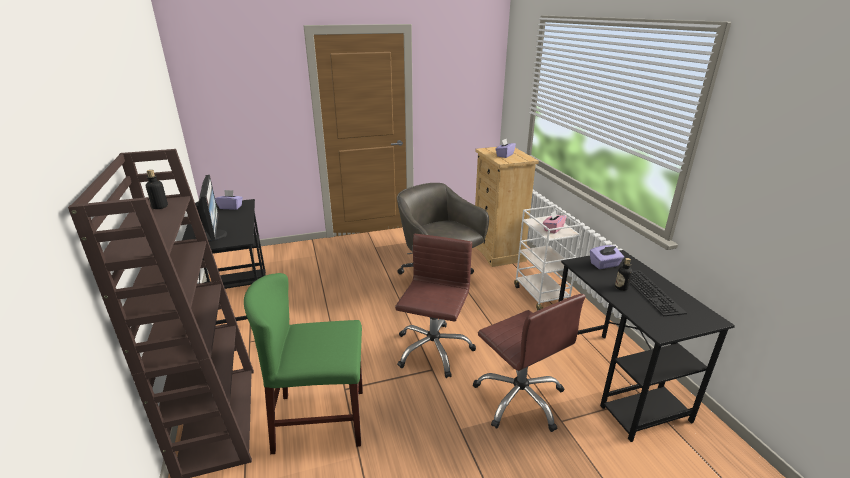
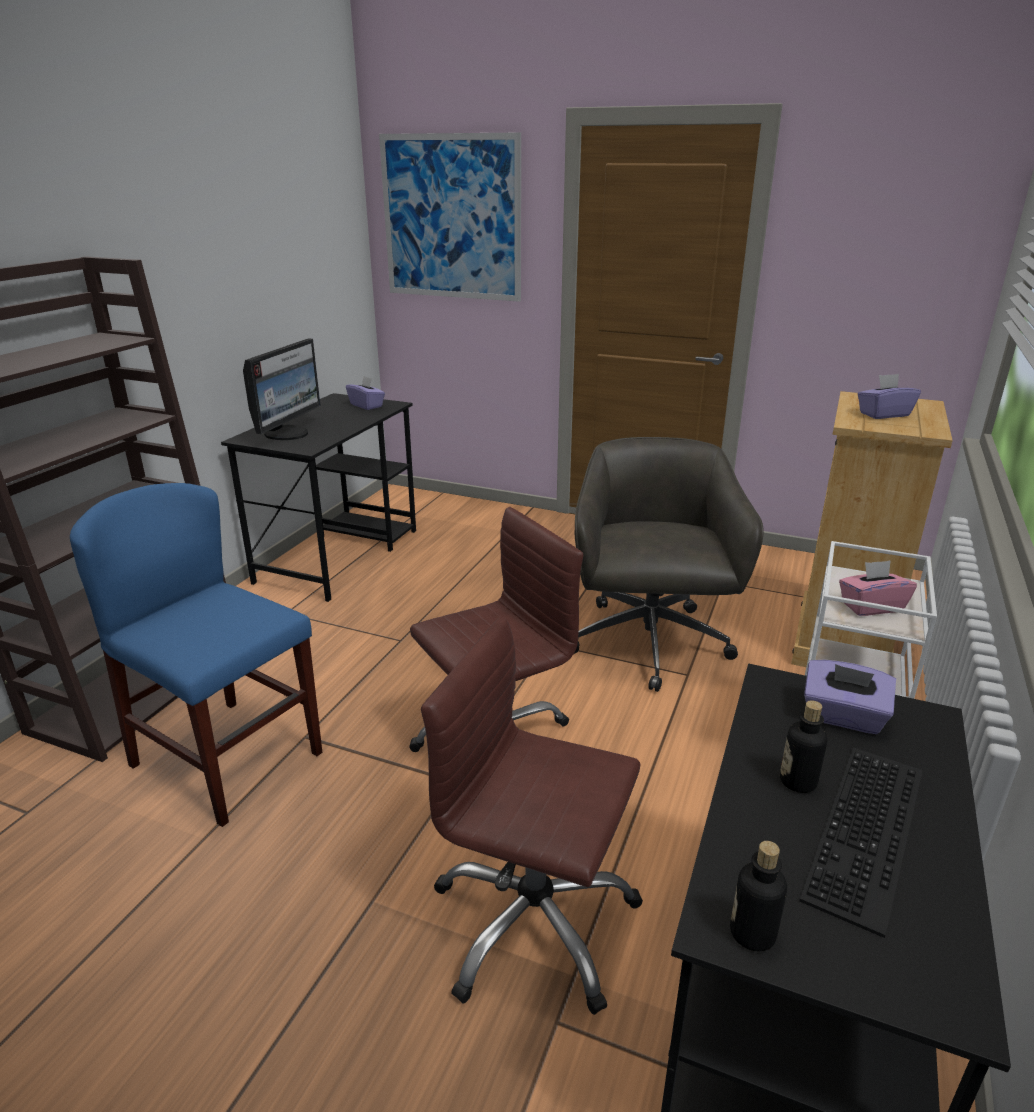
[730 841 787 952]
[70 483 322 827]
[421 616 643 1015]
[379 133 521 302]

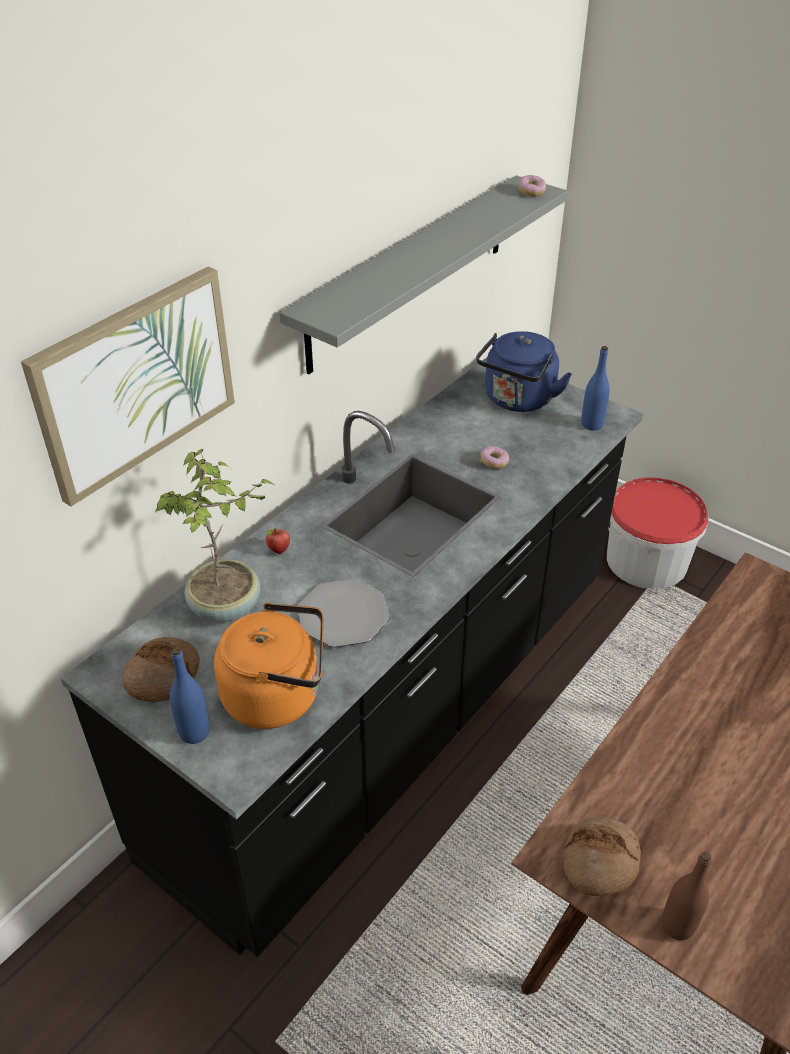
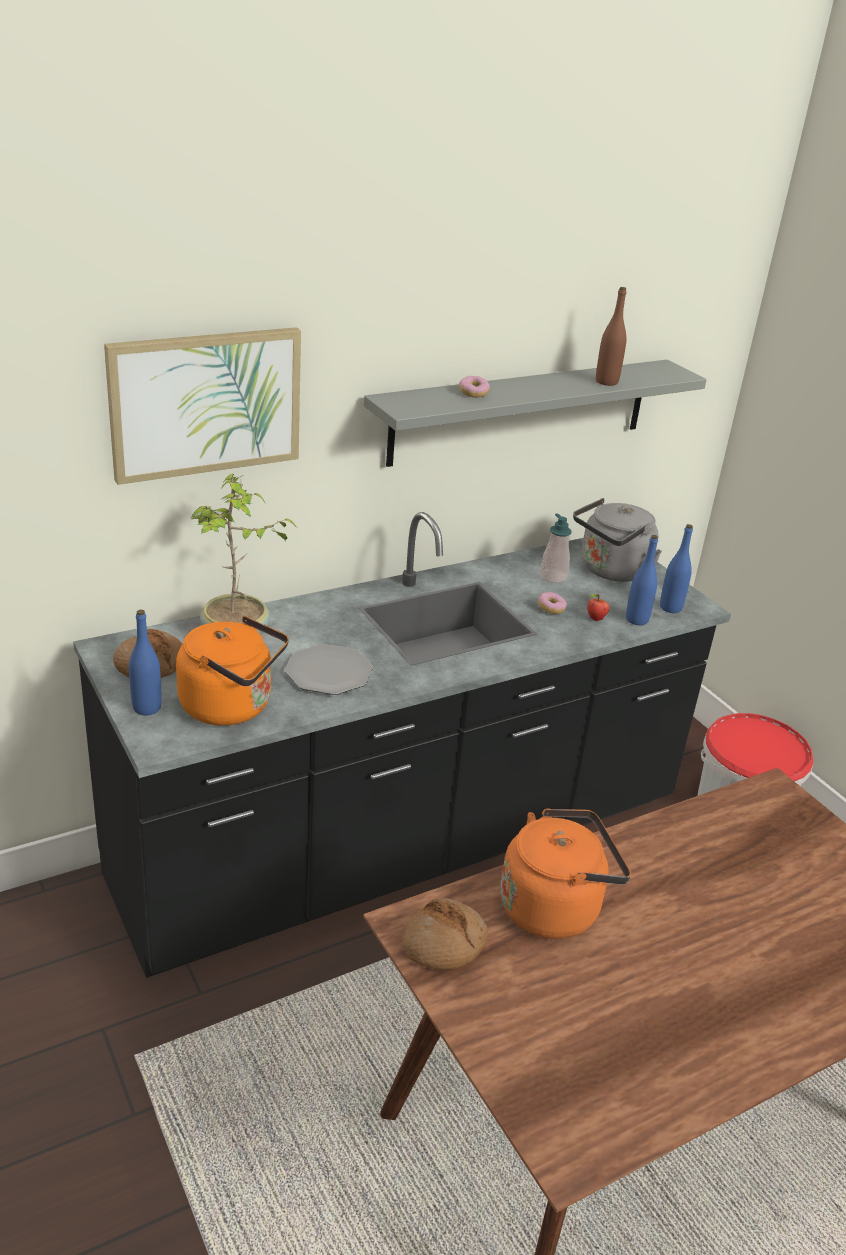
[587 594 609 621]
[573 498 662 582]
[459 376 490 398]
[596 287 627 386]
[500 808 631 939]
[540 513 572 583]
[626 535 658 625]

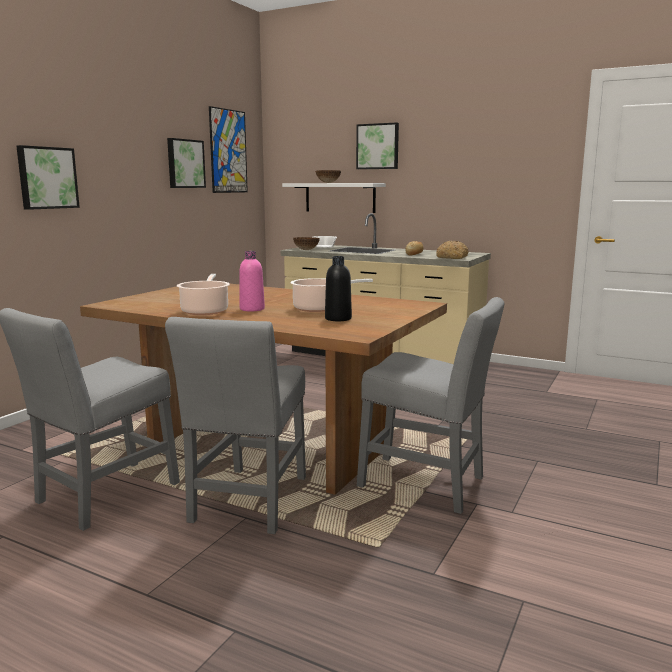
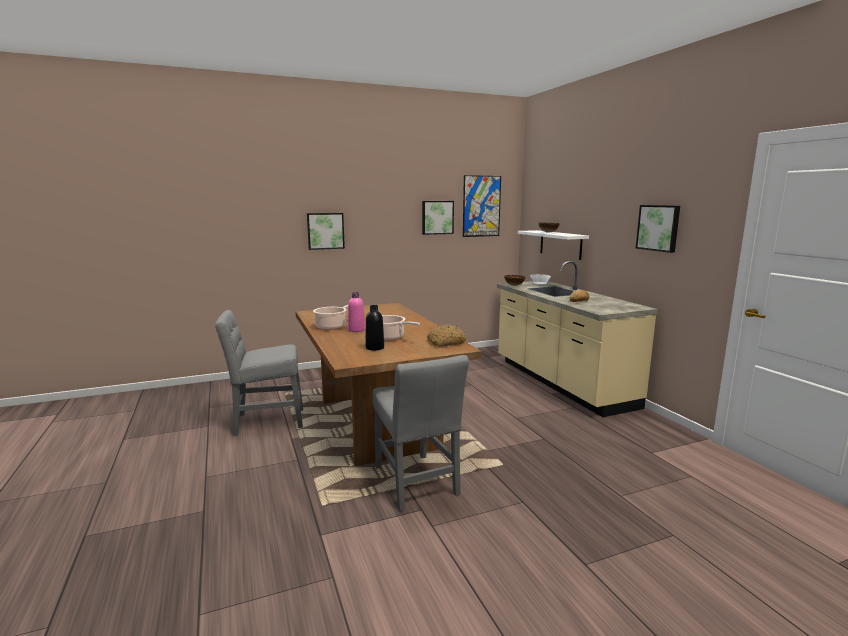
[165 317 306 534] (first image)
[636 205 680 253]
[427 324 466 347]

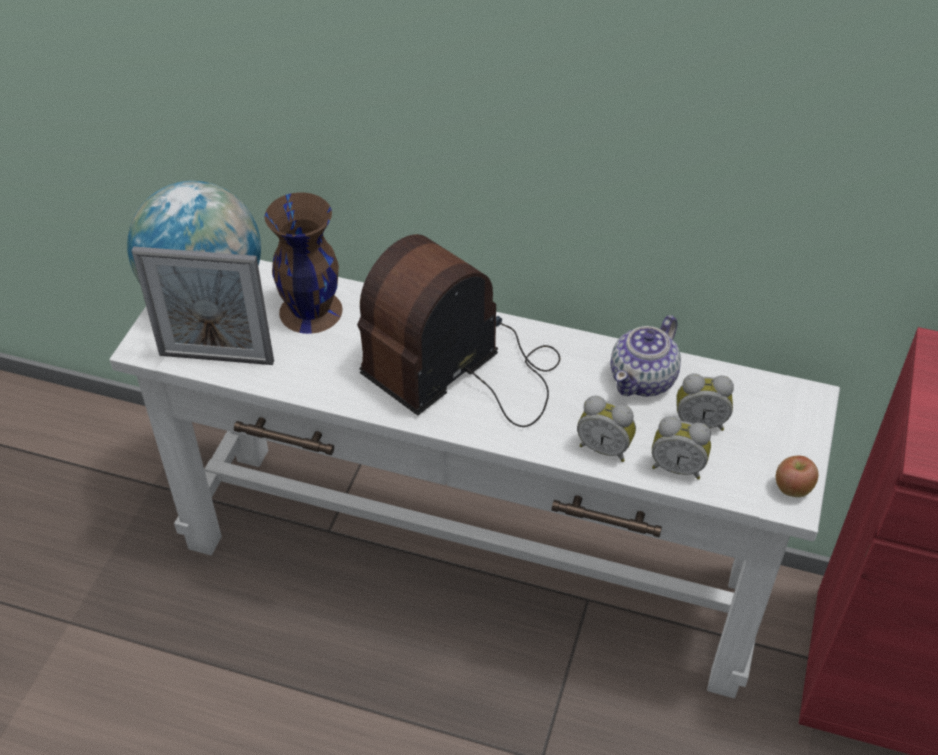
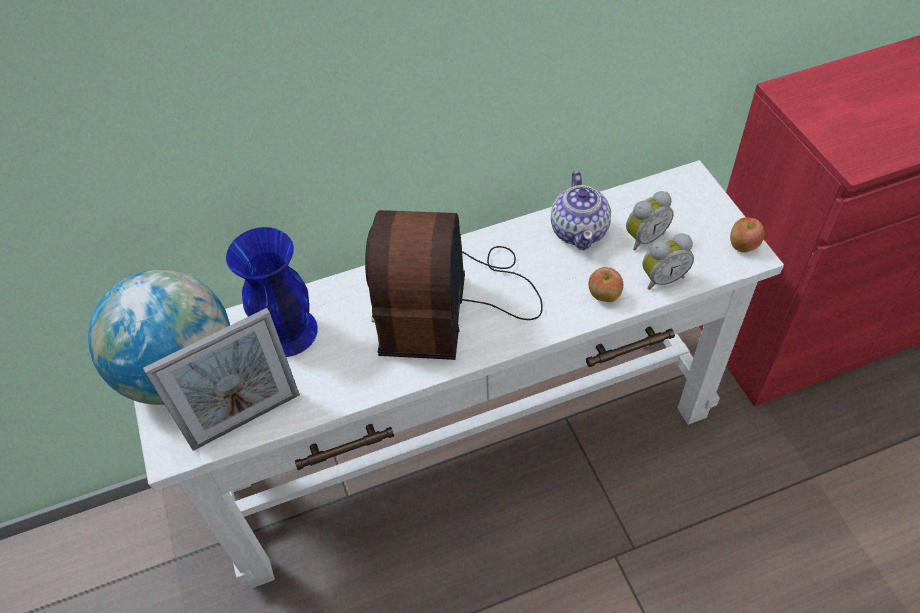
[226 227 318 357]
[588 267 623 302]

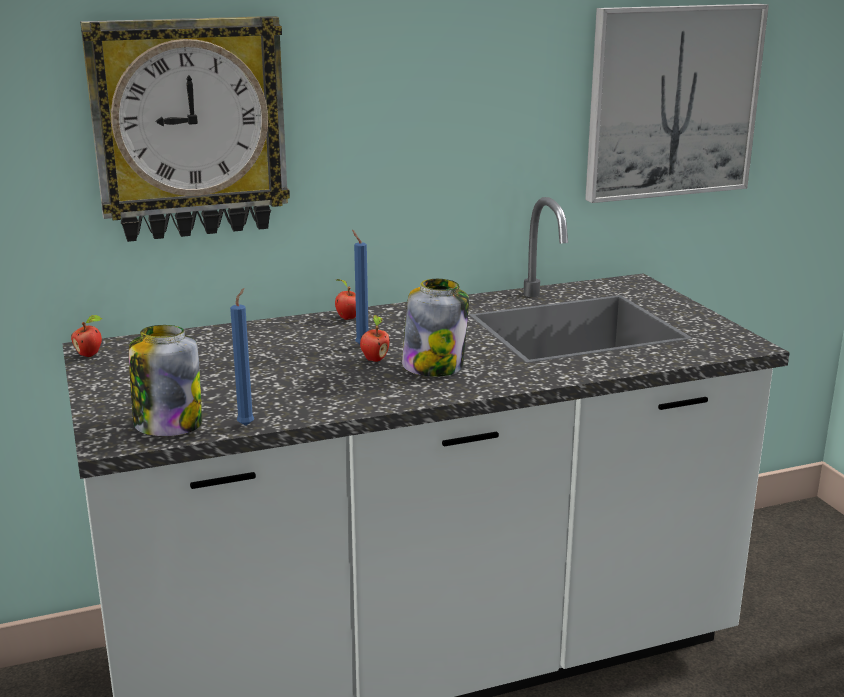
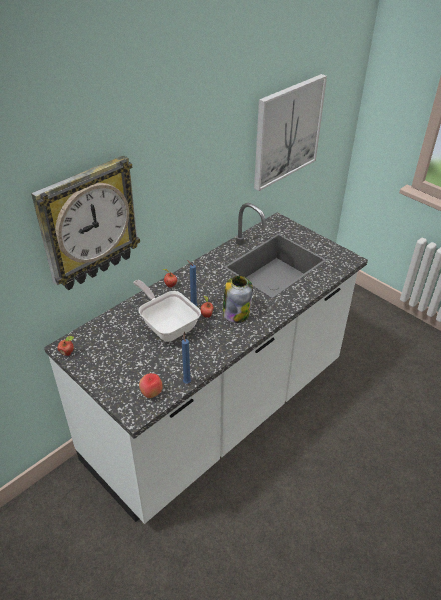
[139 373 163 398]
[133 280 201 342]

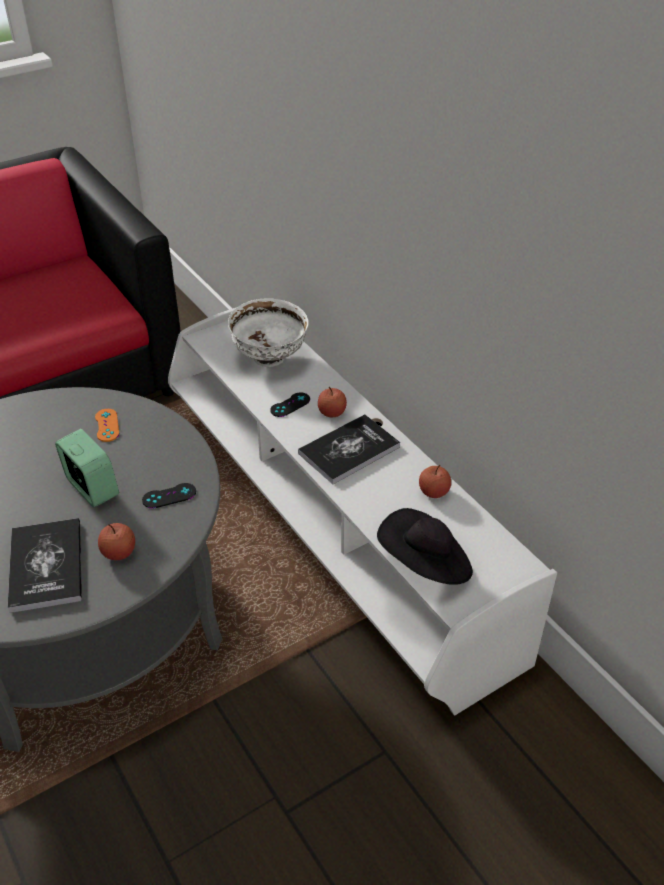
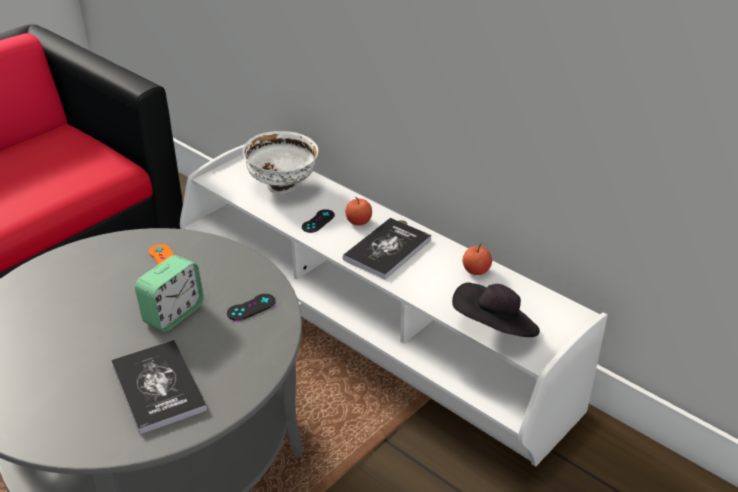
[135 255 204 332]
[98 523 135 560] (first image)

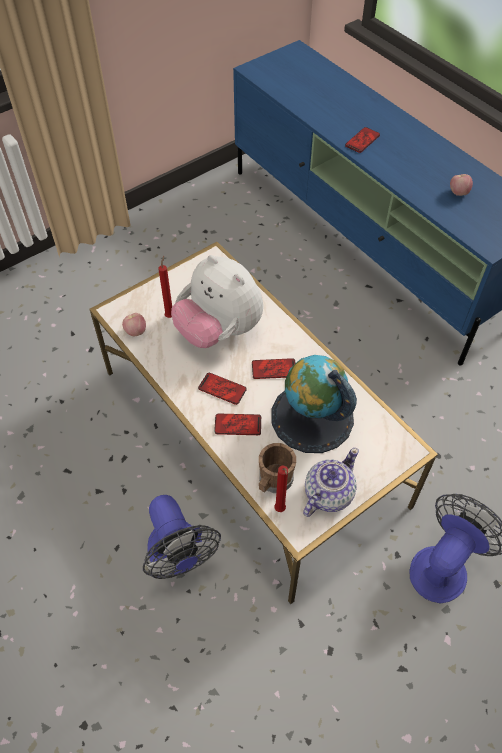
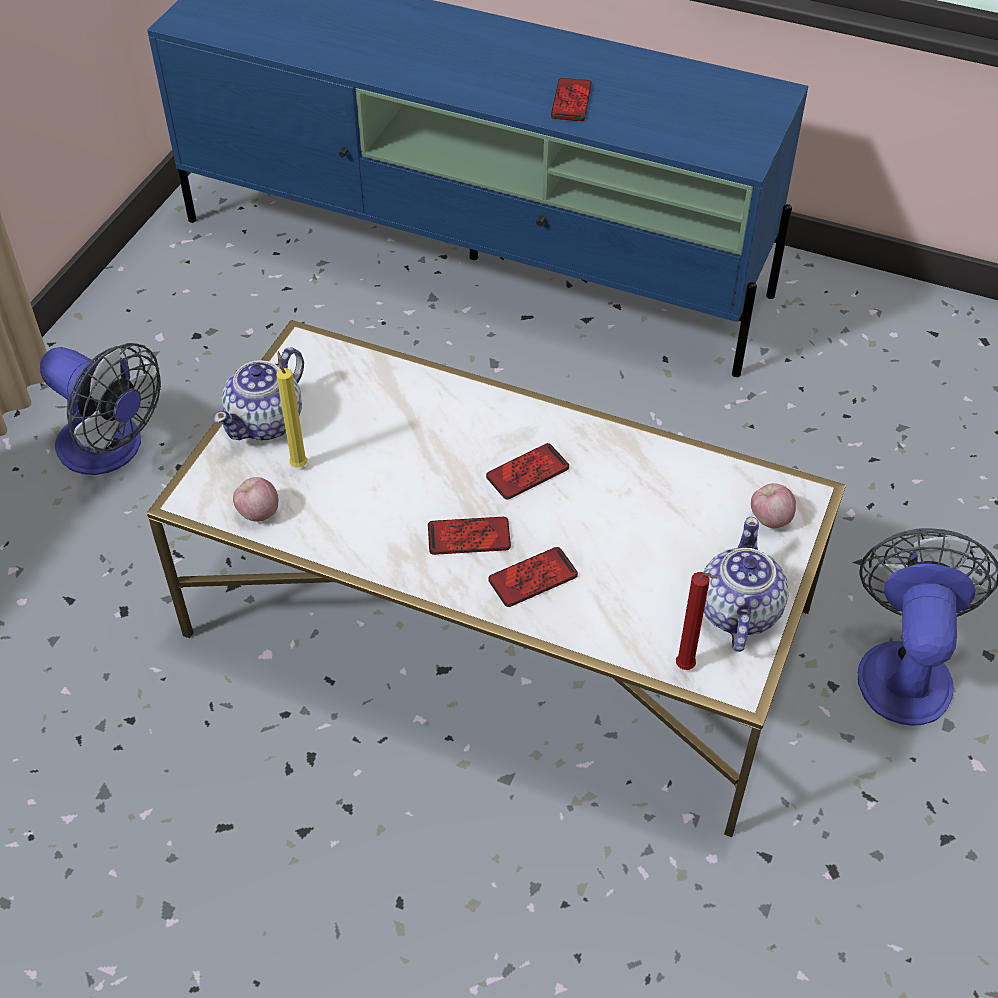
[40 343 161 475]
[277 351 307 468]
[171 255 263 348] (first image)
[259 443 296 493] (first image)
[271 355 357 453] (first image)
[551 78 592 121]
[751 483 796 528]
[214 347 304 440]

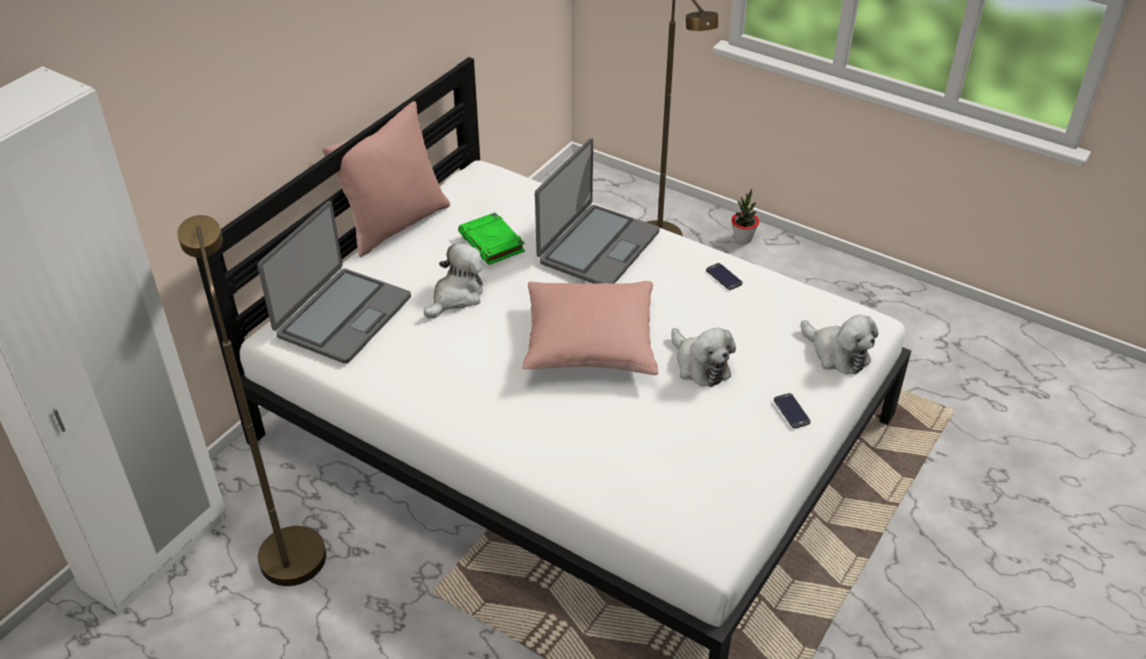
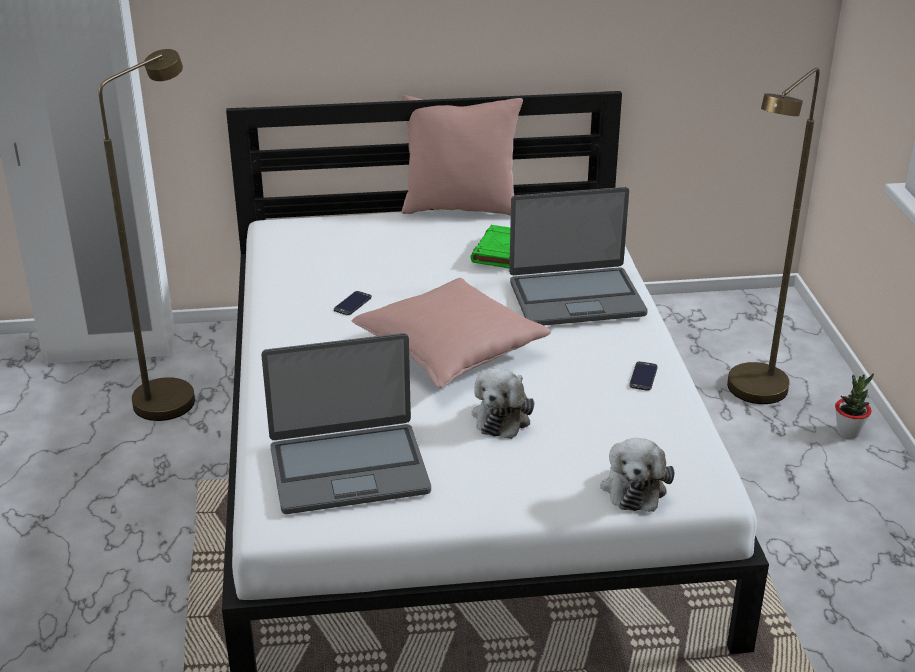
[261 333 431 514]
[424 243 484 318] (first image)
[334 291 372 315]

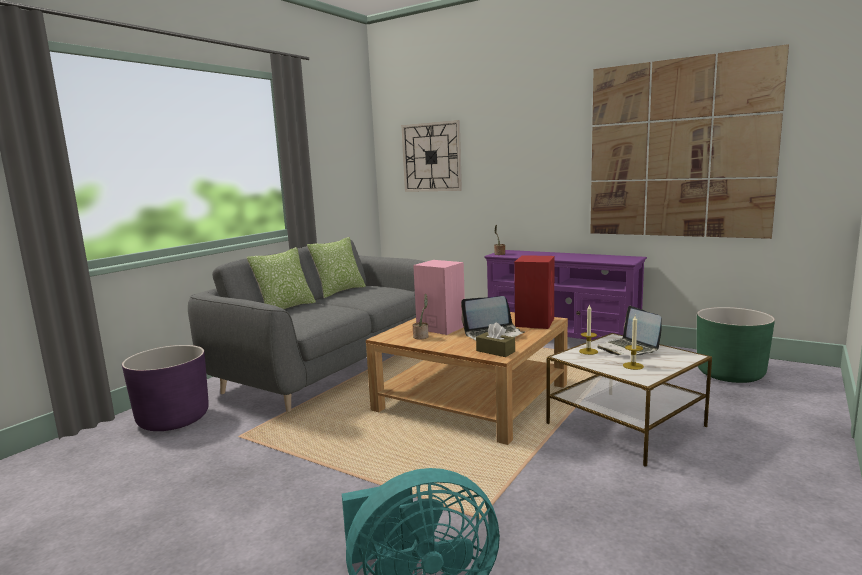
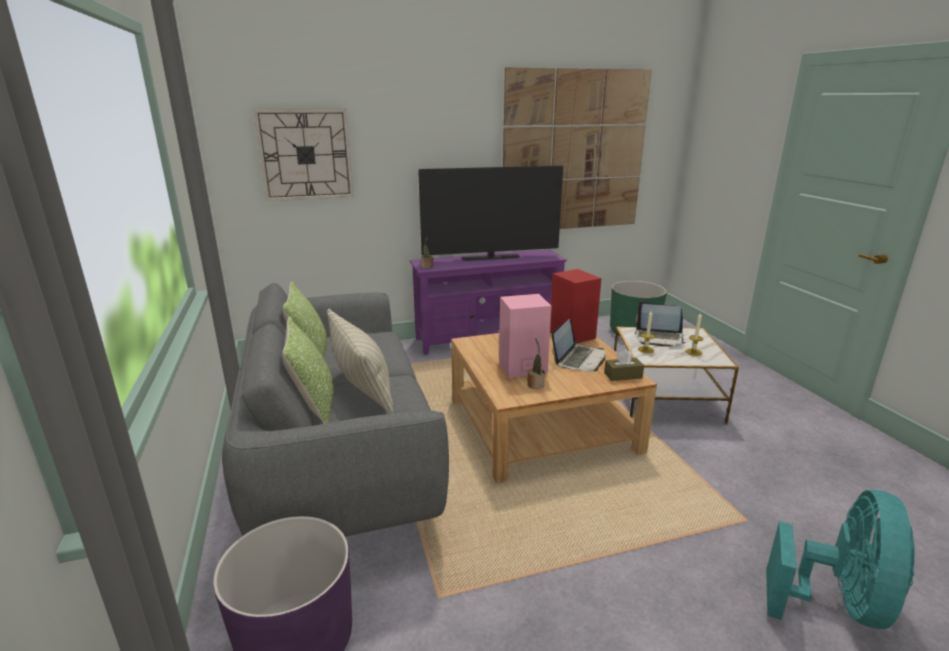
[327 309 394 414]
[418 166 563 261]

